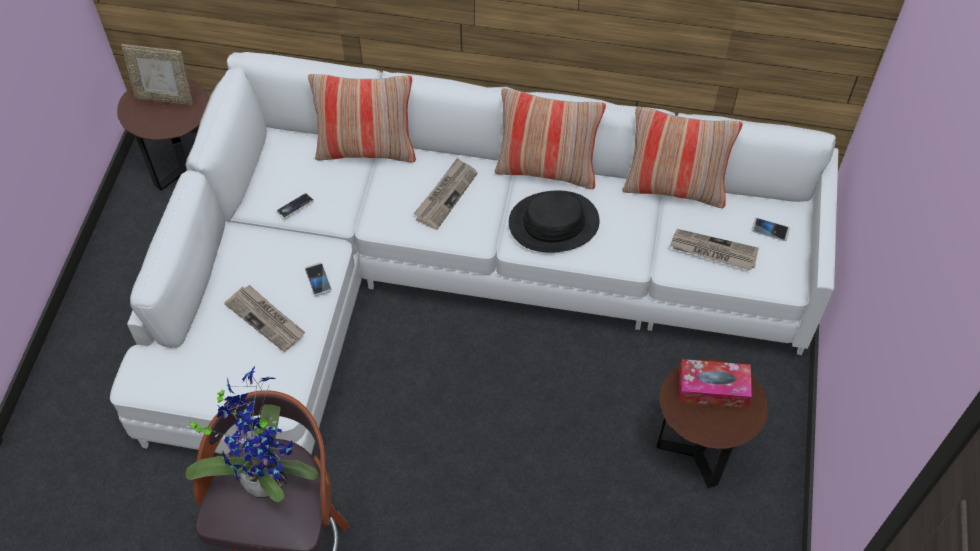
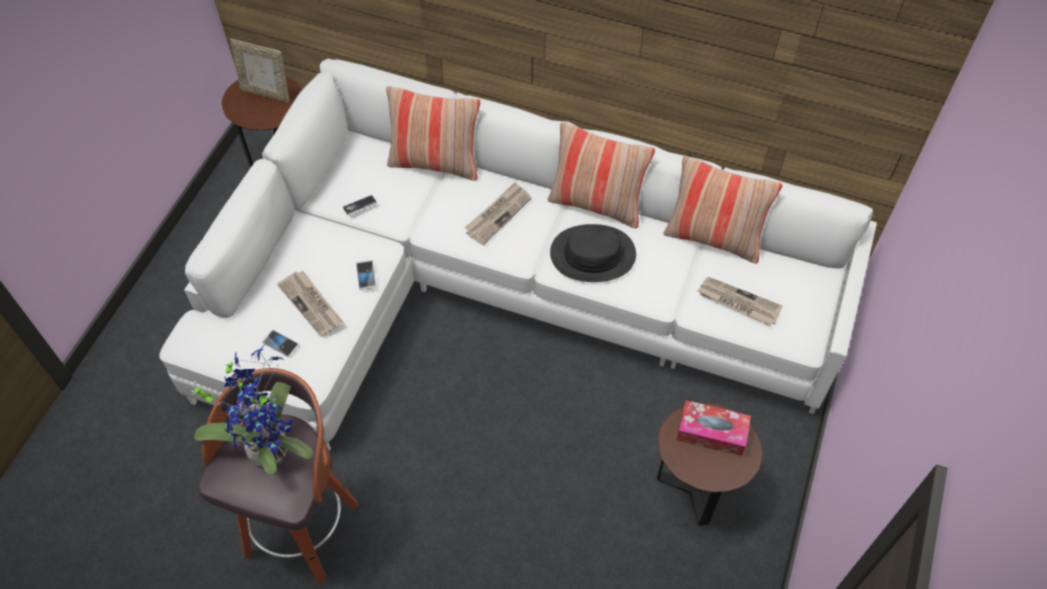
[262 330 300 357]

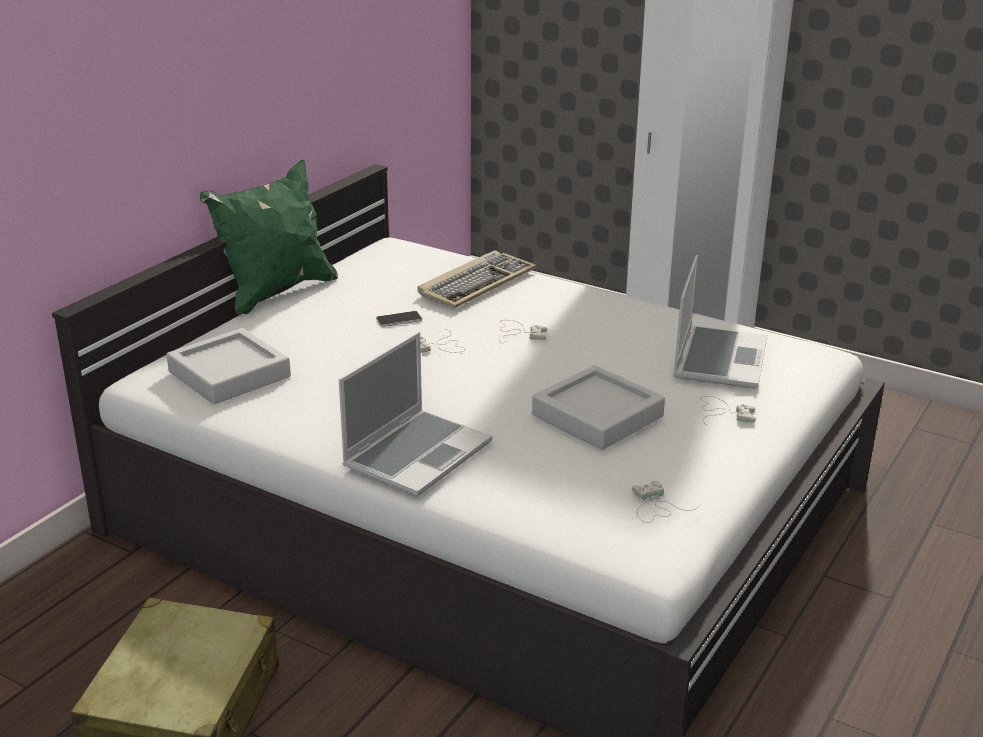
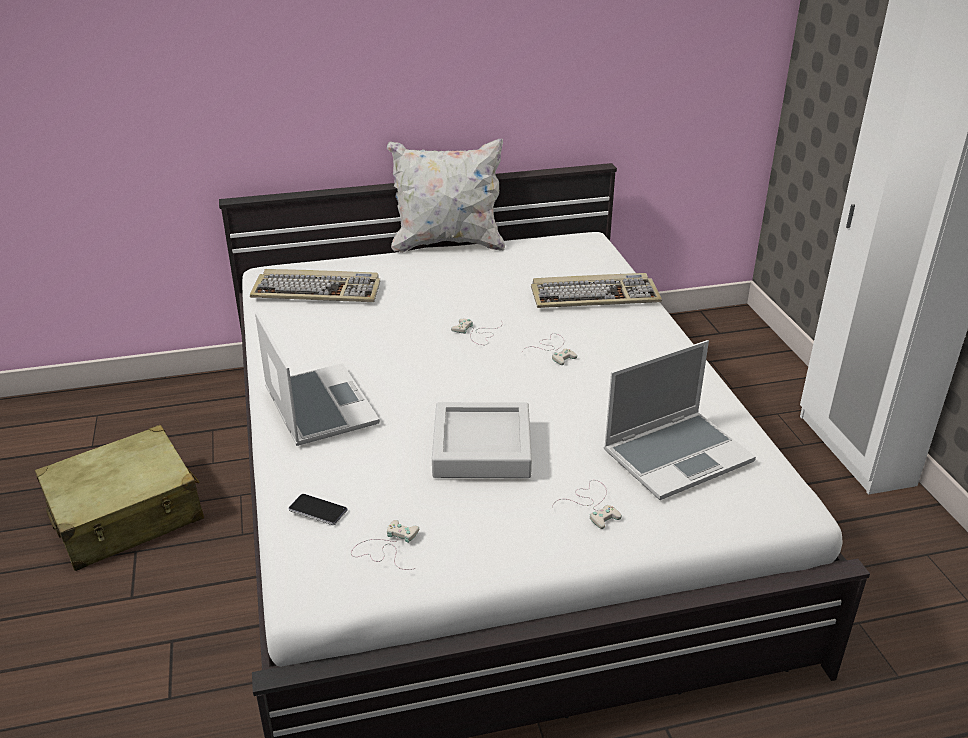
[250 269 381 302]
[387 139 505 253]
[255 312 380 446]
[288 494 347 525]

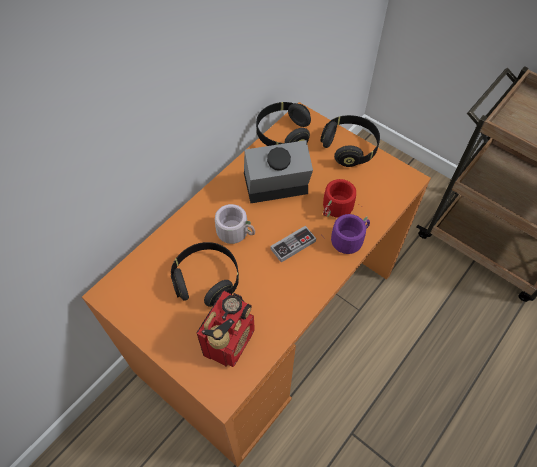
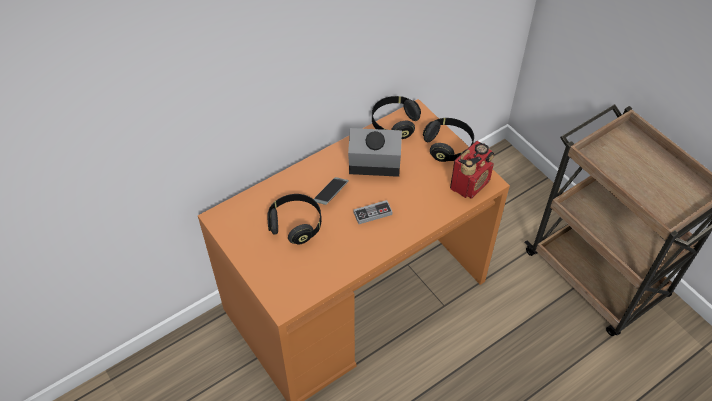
[450 141 494 198]
[314 177 349 205]
[321 214 370 254] (first image)
[323 179 356 218] (first image)

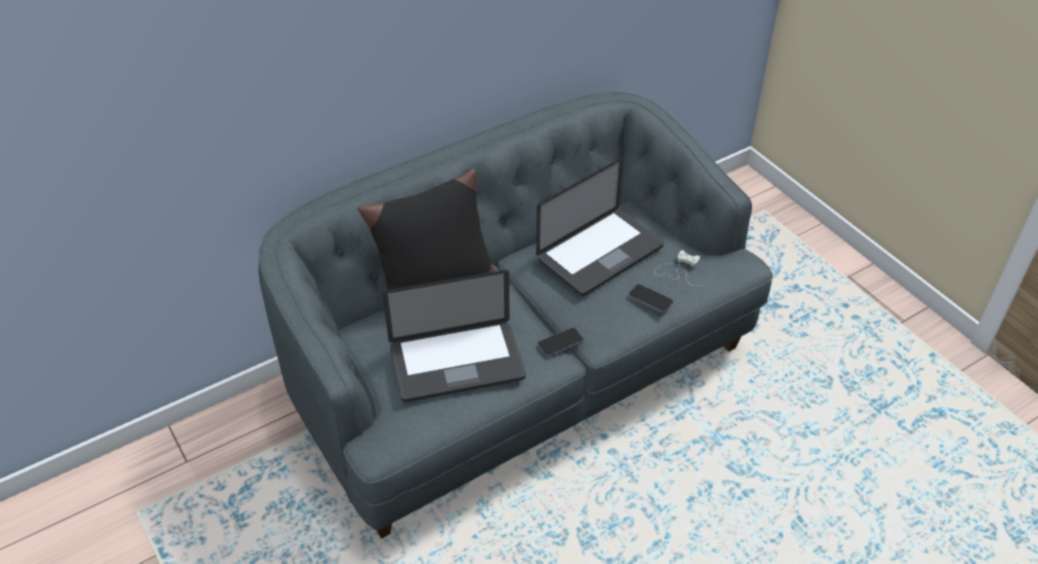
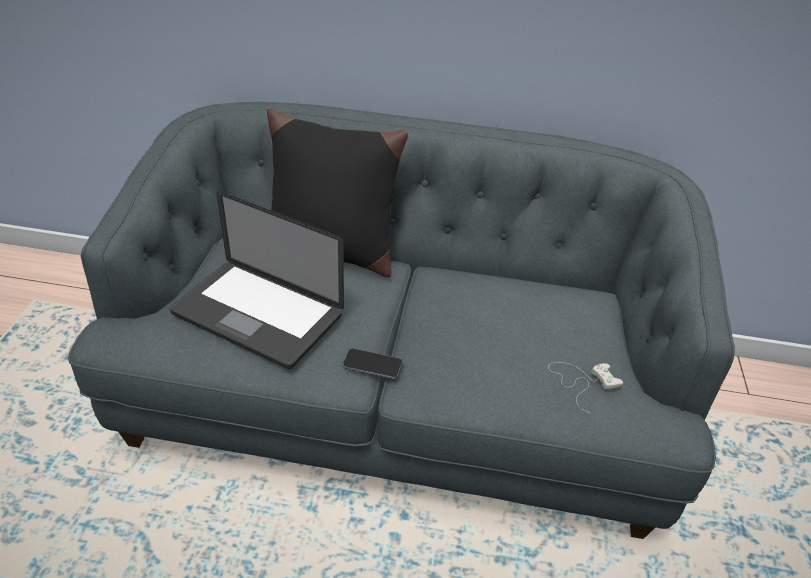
[536 158 664 296] (first image)
[629 284 673 313] (first image)

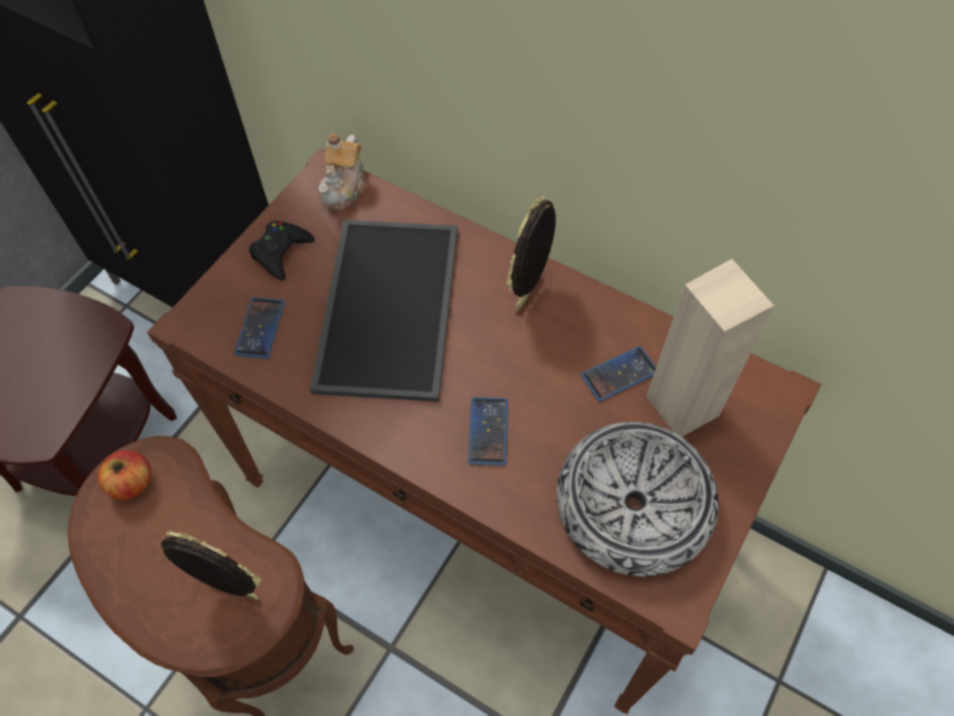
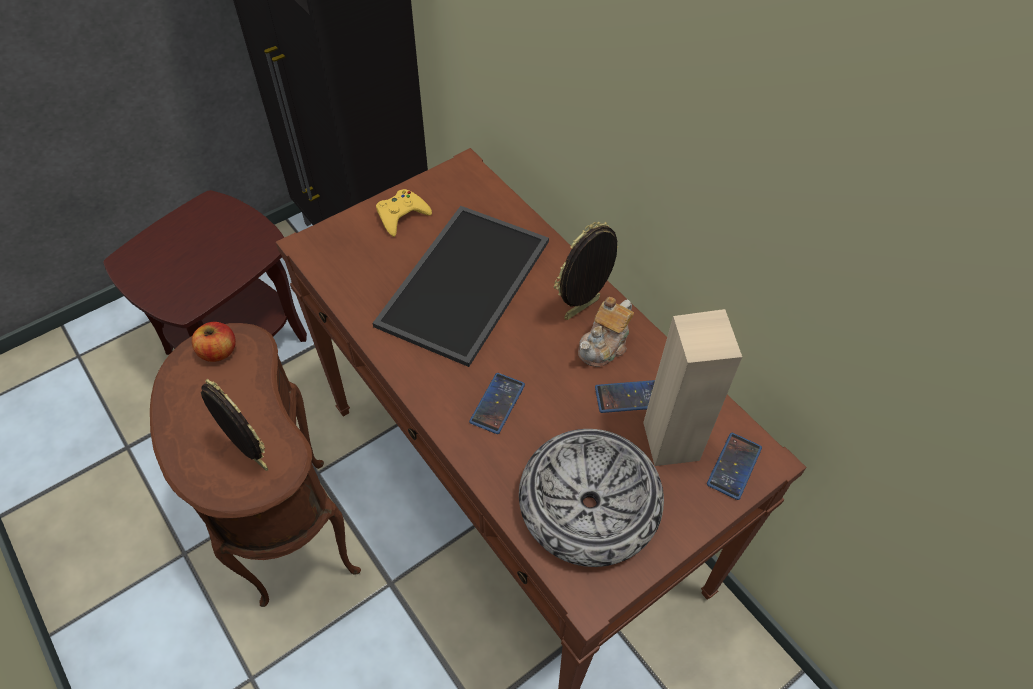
[707 433 762 500]
[376 189 432 237]
[578 297 634 367]

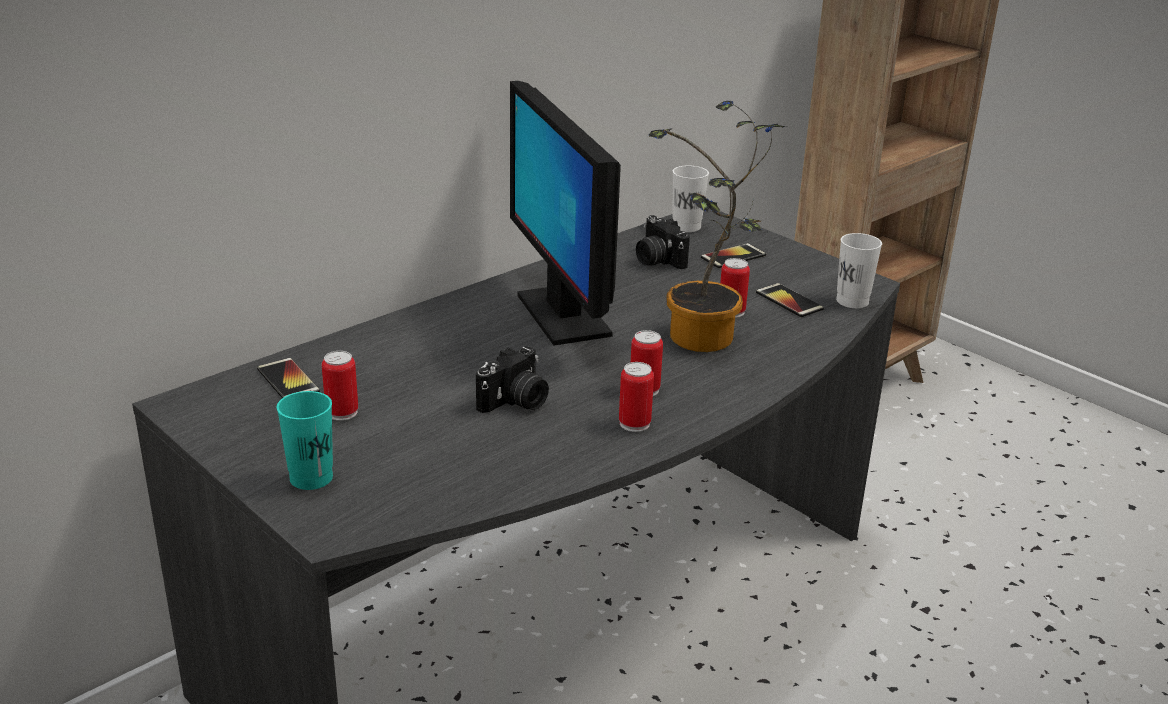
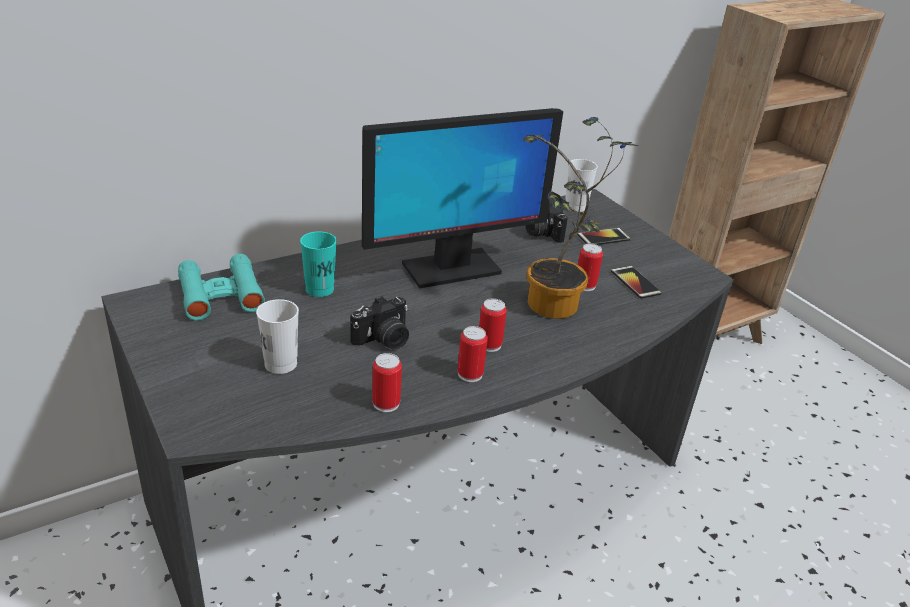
[178 254 265 321]
[300 232 337 297]
[372 353 402 412]
[362 108 563 289]
[256 299 299 374]

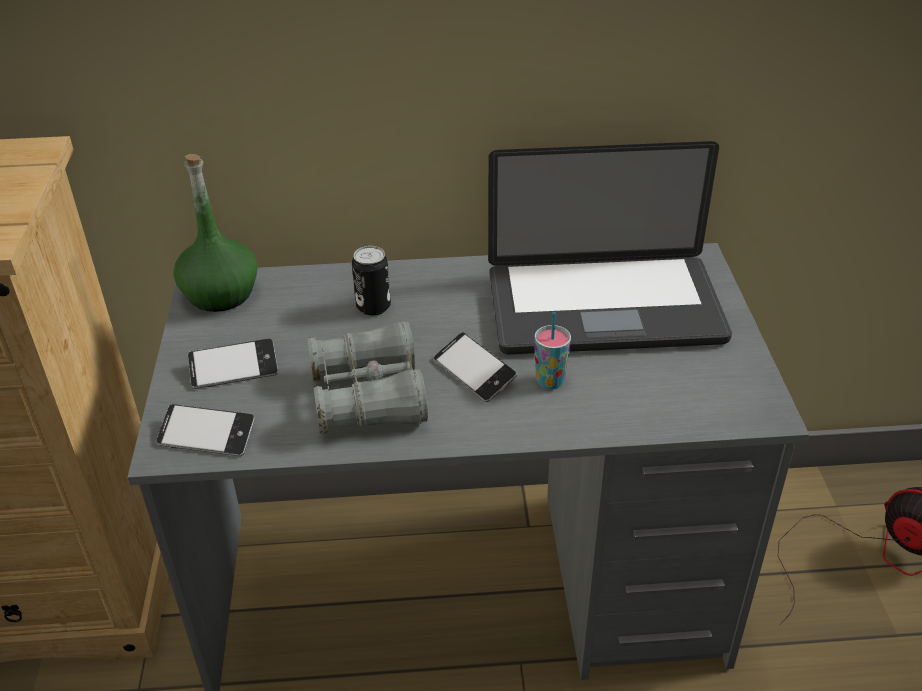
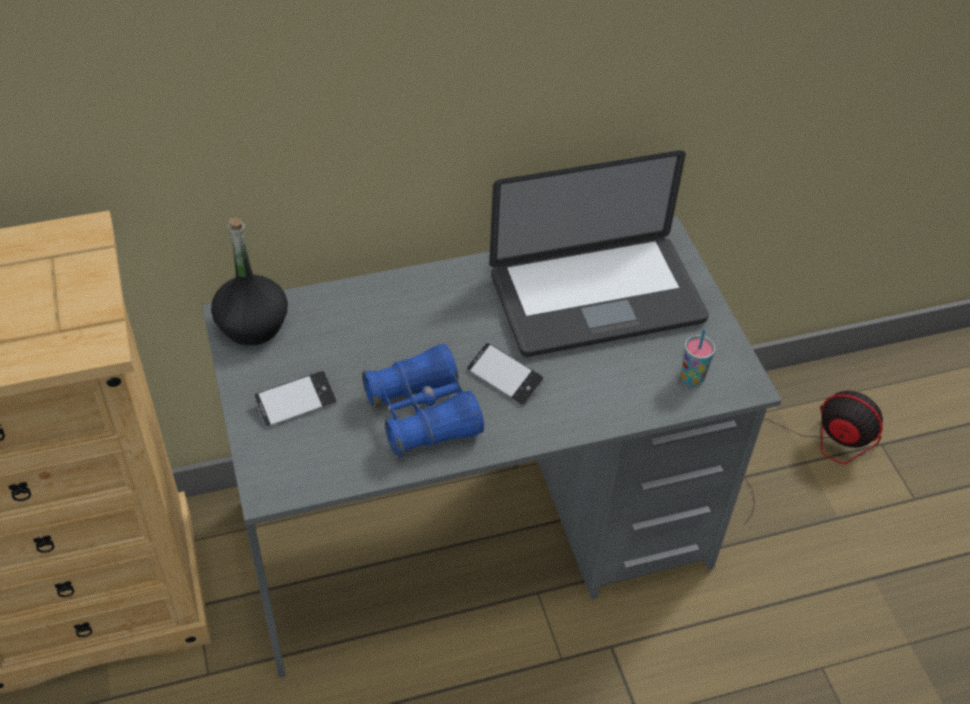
[156 404 255 456] (first image)
[211 218 288 345]
[362 344 484 457]
[352 246 391 315] (first image)
[680 329 715 386]

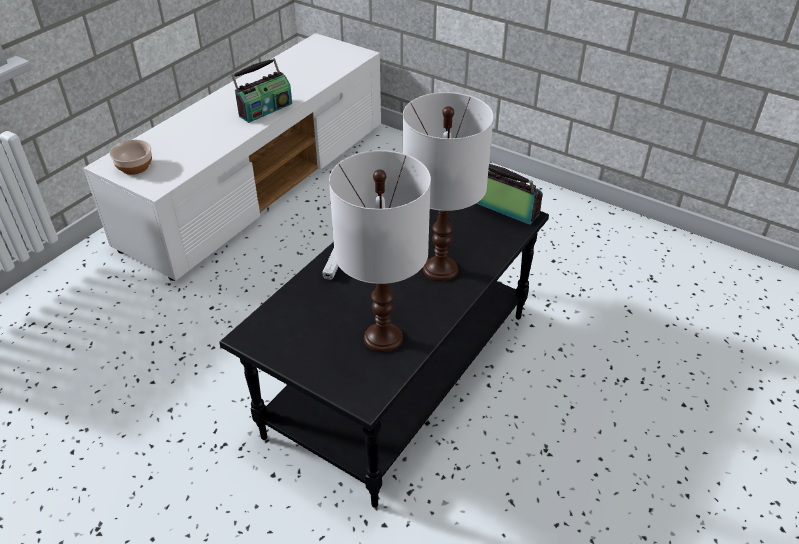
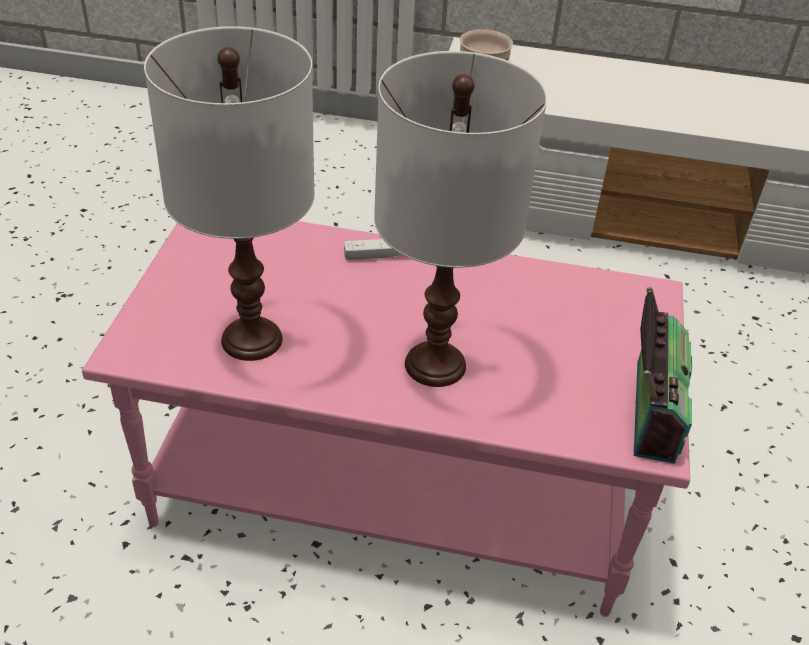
[82 221 690 617]
[231 58 292 123] (first image)

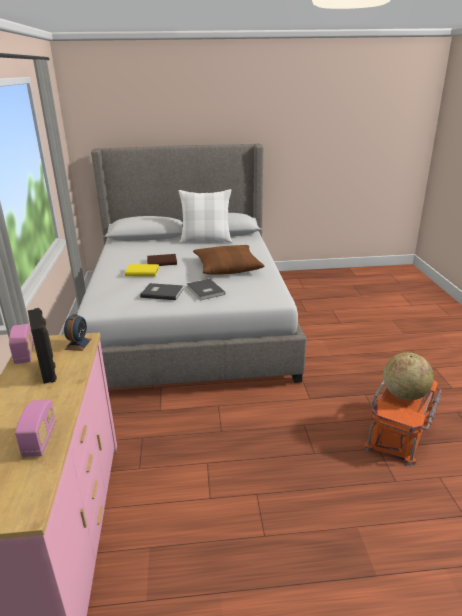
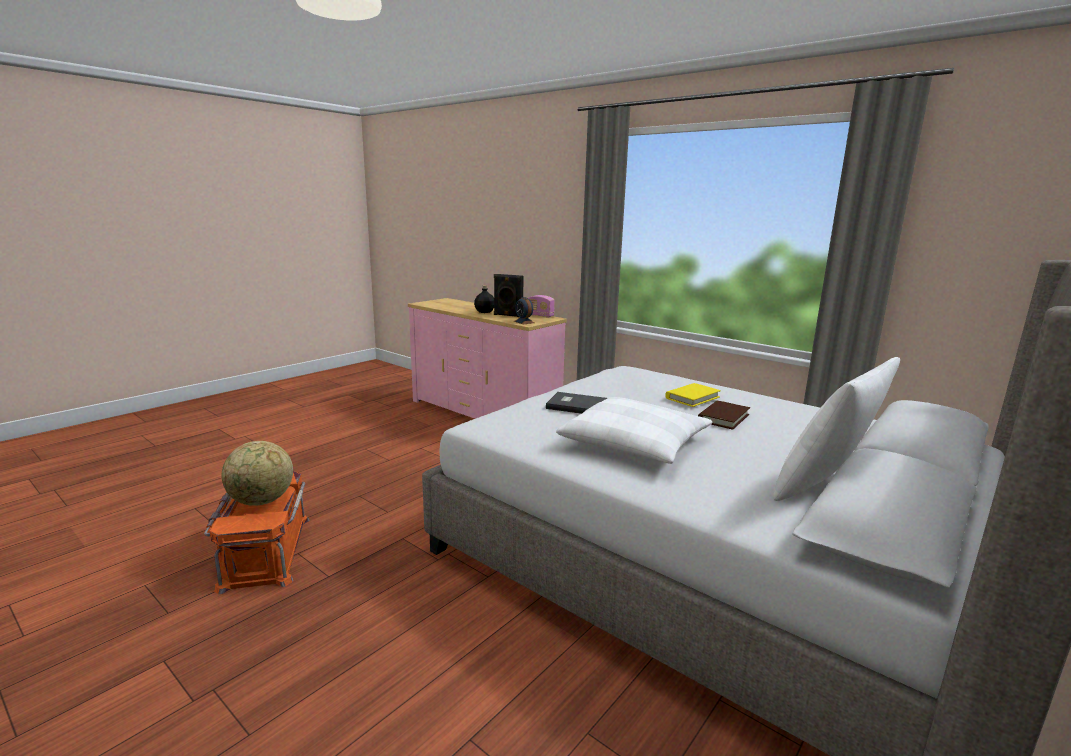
[15 400 56 457] (first image)
[140 283 183 300] (first image)
[556 397 712 464]
[474 285 494 313]

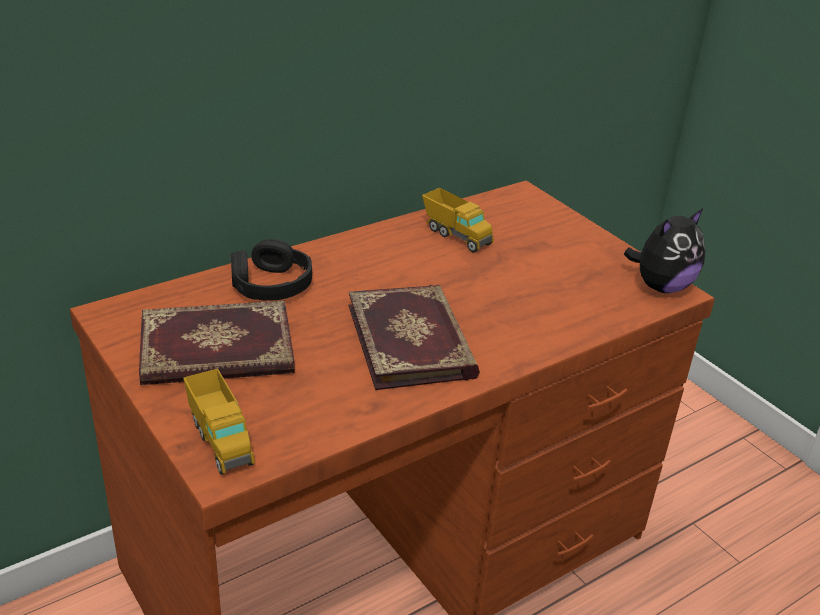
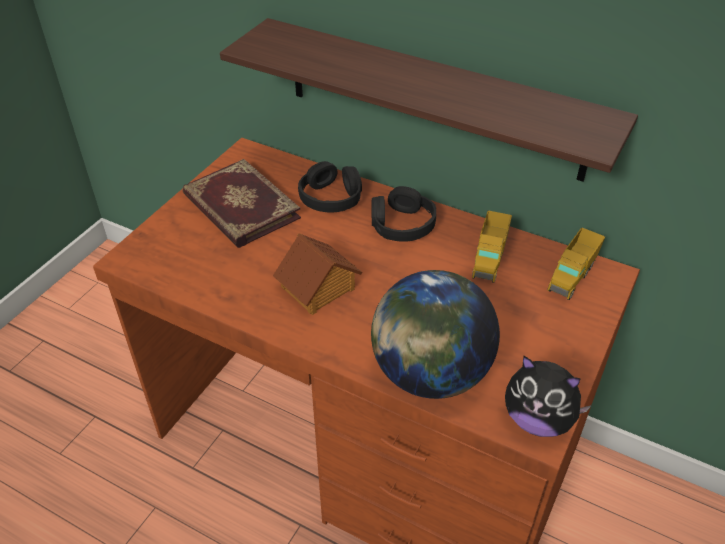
[547 228 605 300]
[273 233 362 315]
[220 18 638 182]
[371 270 500 399]
[372 186 436 242]

